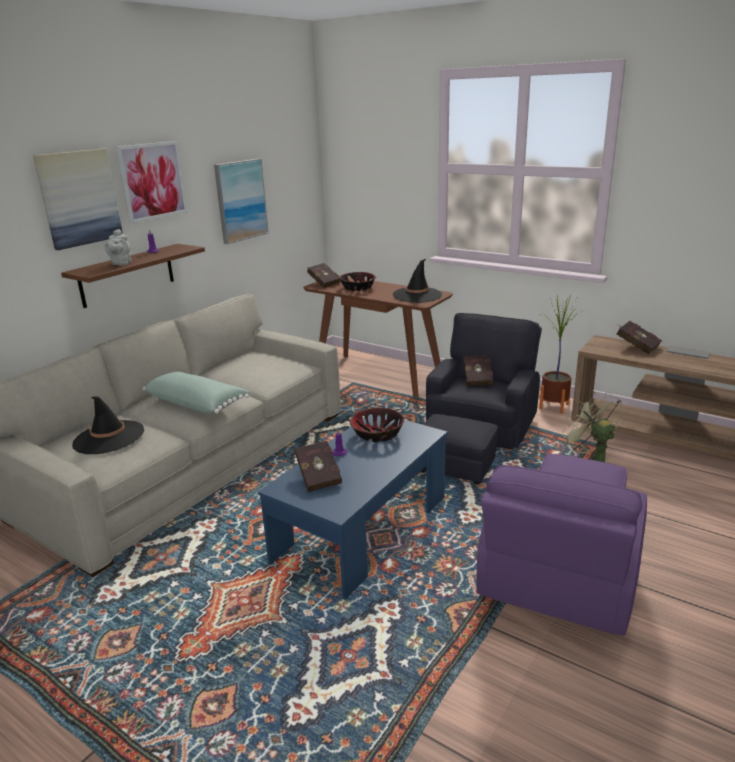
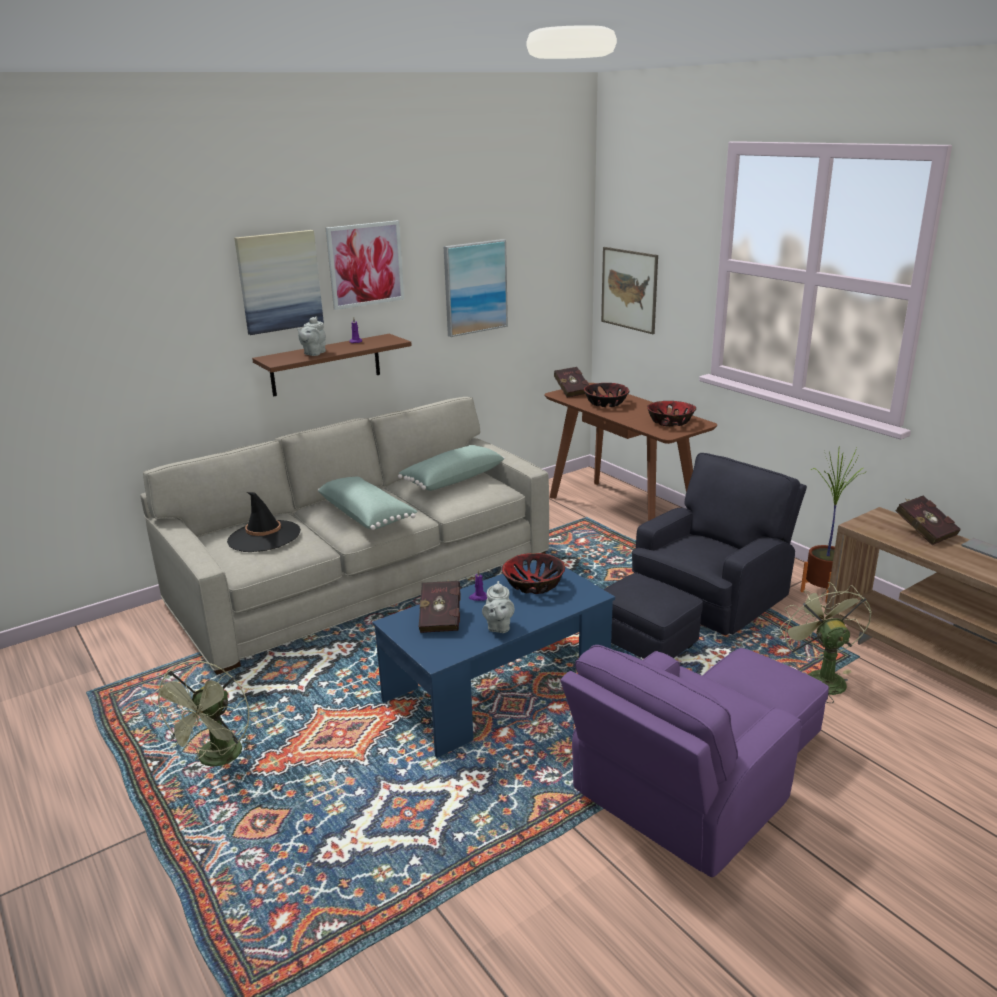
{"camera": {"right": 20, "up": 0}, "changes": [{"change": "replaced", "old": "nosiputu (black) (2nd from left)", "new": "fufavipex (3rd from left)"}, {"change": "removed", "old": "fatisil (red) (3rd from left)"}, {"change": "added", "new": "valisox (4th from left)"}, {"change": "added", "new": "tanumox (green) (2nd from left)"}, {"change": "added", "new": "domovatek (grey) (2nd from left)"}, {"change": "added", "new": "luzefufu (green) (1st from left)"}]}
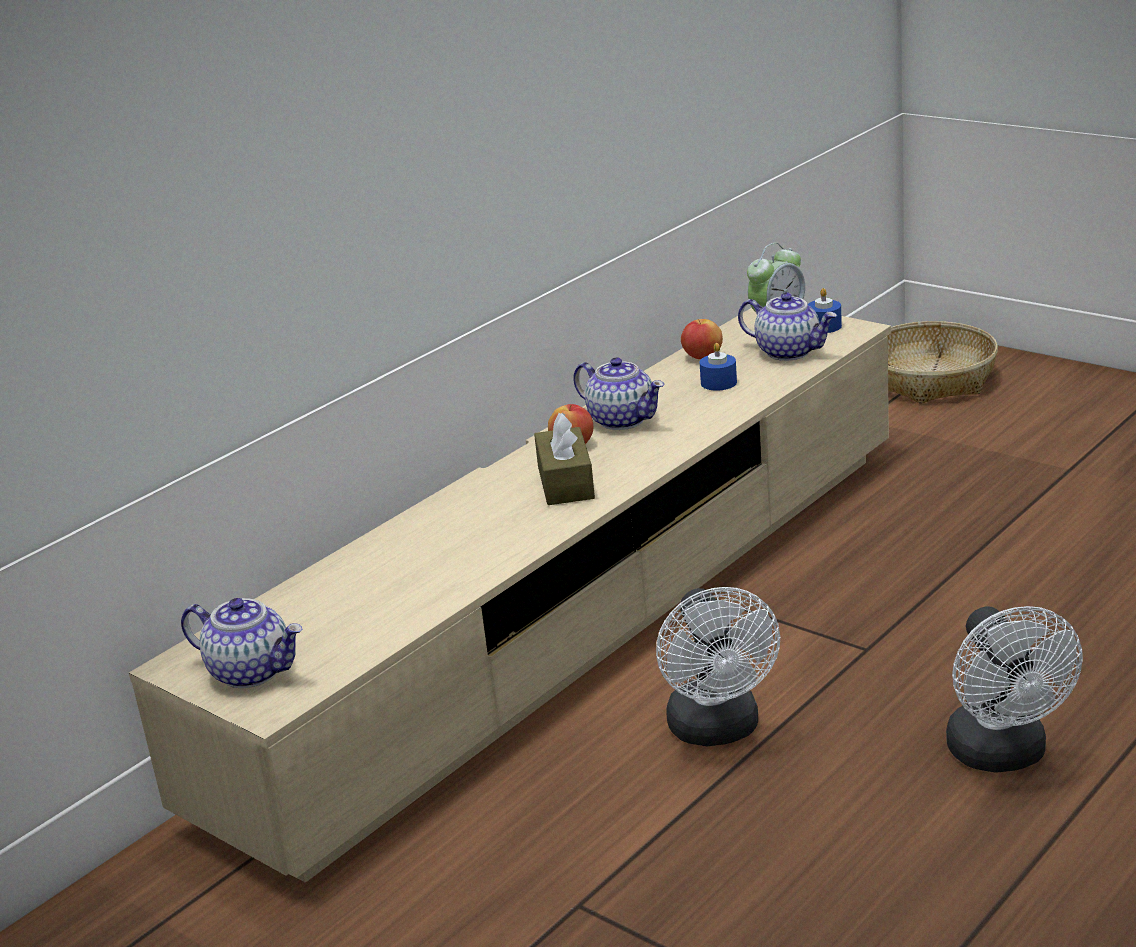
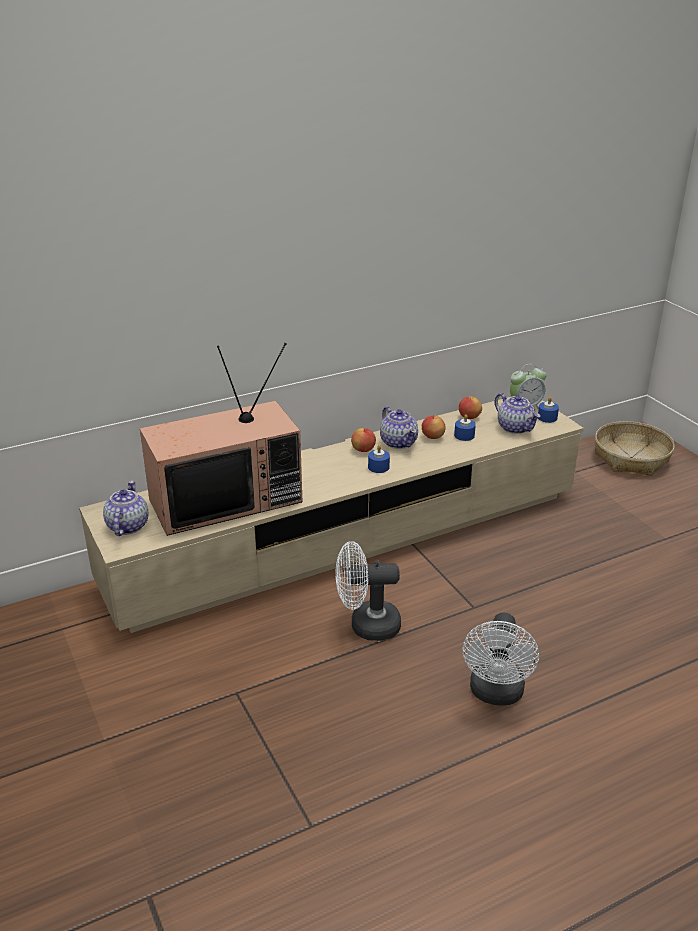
{"camera": {"right": 20, "up": 5}, "changes": [{"change": "removed", "old": "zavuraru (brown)"}, {"change": "turned", "old": "luzefufu (white) (1st from left)", "degrees": 75}, {"change": "turned", "old": "domovatek (1st from left)", "degrees": -135}, {"change": "added", "new": "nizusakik"}, {"change": "added", "new": "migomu (2nd from left)"}, {"change": "added", "new": "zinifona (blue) (1st from left)"}]}
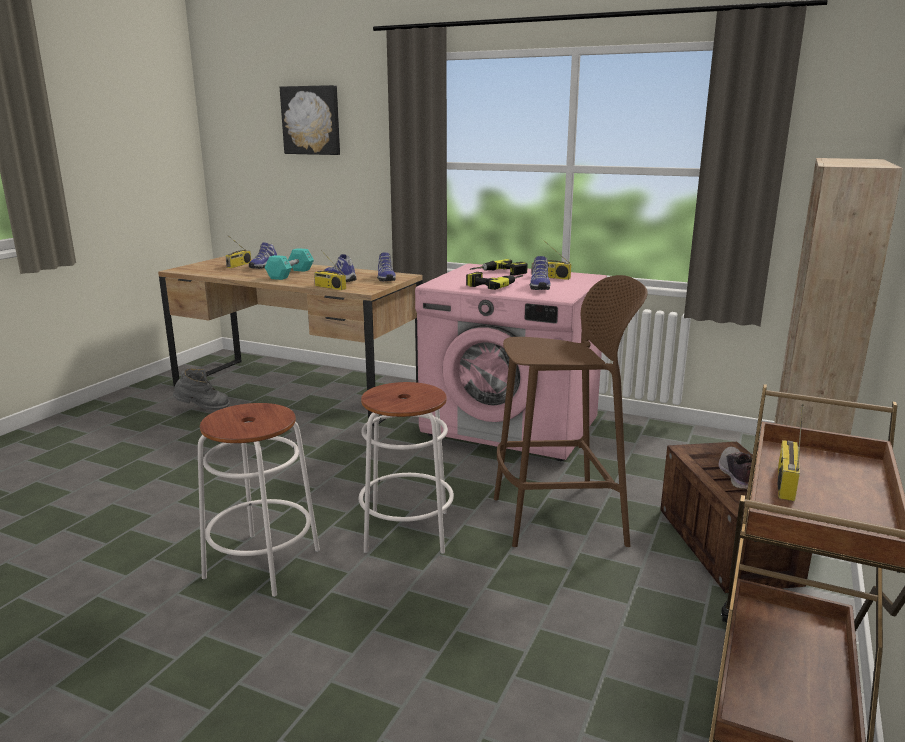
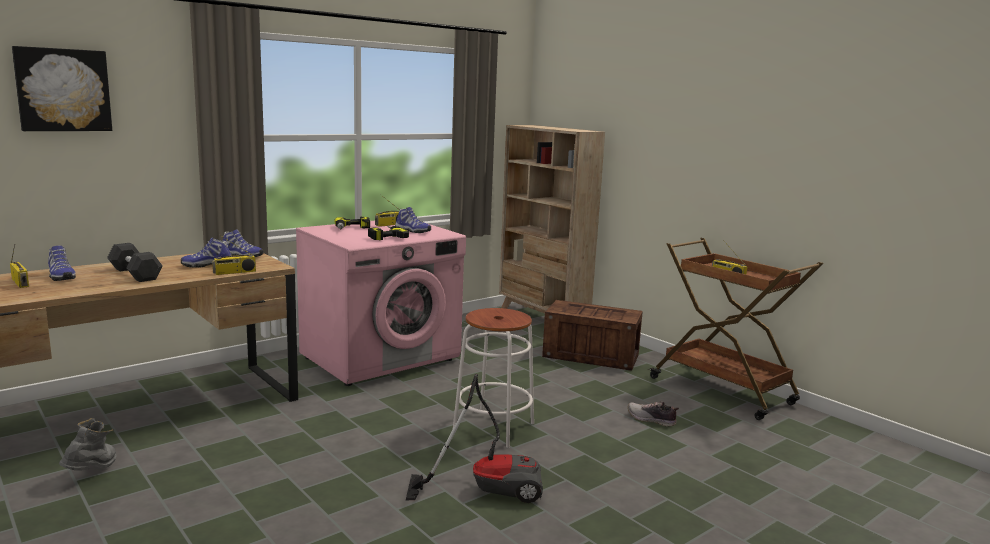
{"camera": {"right": -65, "up": -5}, "changes": [{"change": "recoloured", "old": "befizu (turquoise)", "new": "befizu (black)"}, {"change": "removed", "old": "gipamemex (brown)"}, {"change": "replaced", "old": "gipamemex (white) (1st from left)", "new": "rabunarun"}, {"change": "moved", "old": "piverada (5th from left)"}]}
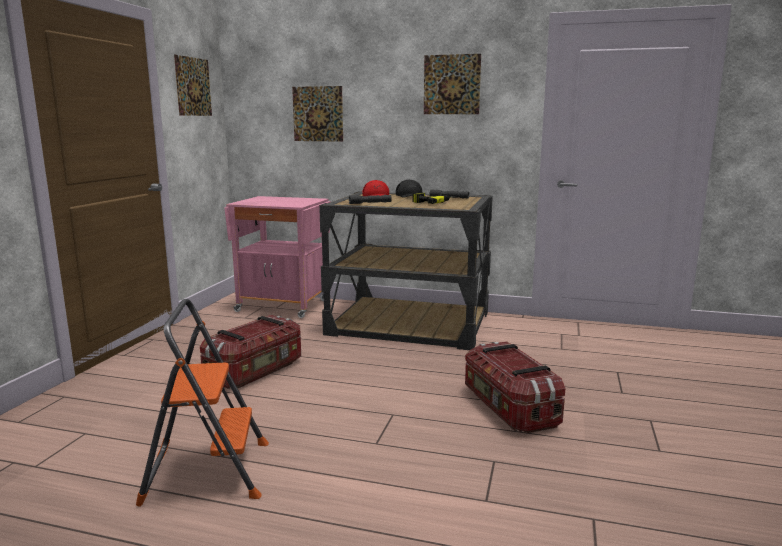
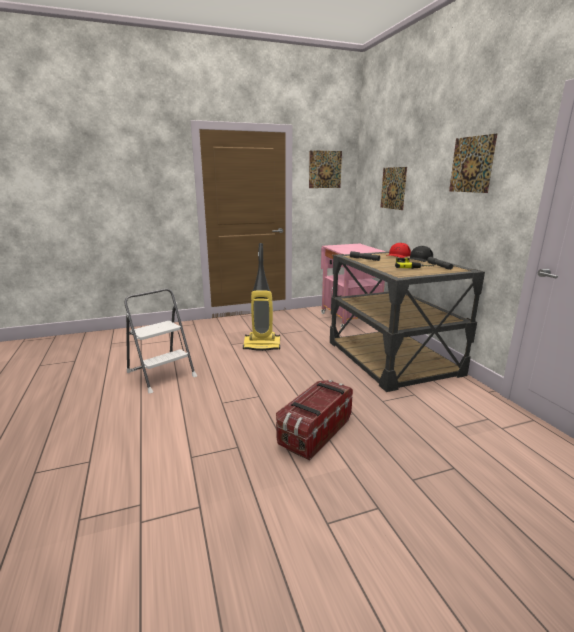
{"camera": {"right": 55, "up": 5}, "changes": [{"change": "recoloured", "old": "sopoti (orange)", "new": "sopoti (white)"}, {"change": "replaced", "old": "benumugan (1st from left)", "new": "rabunarun"}]}
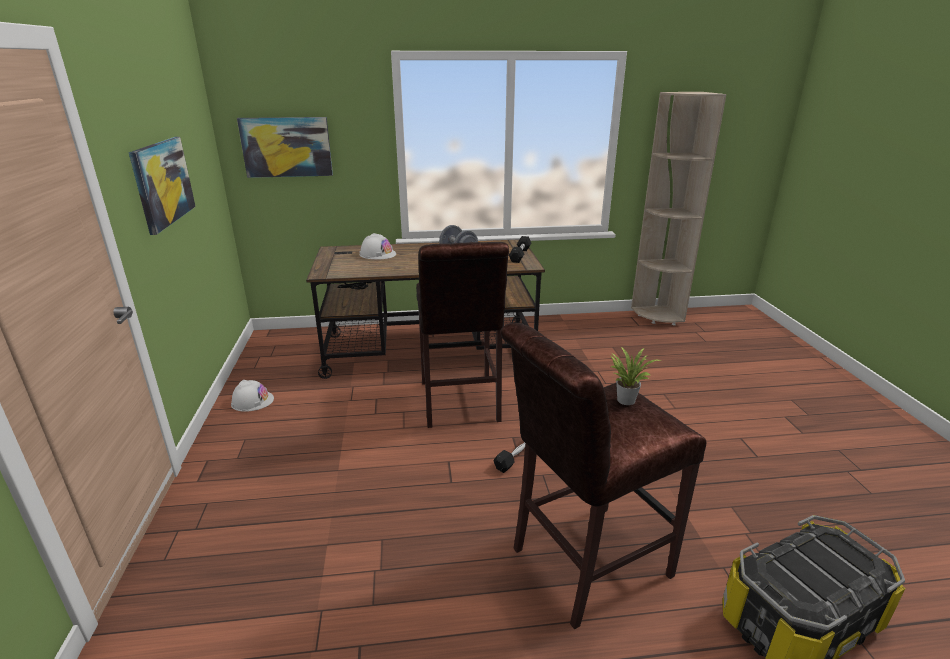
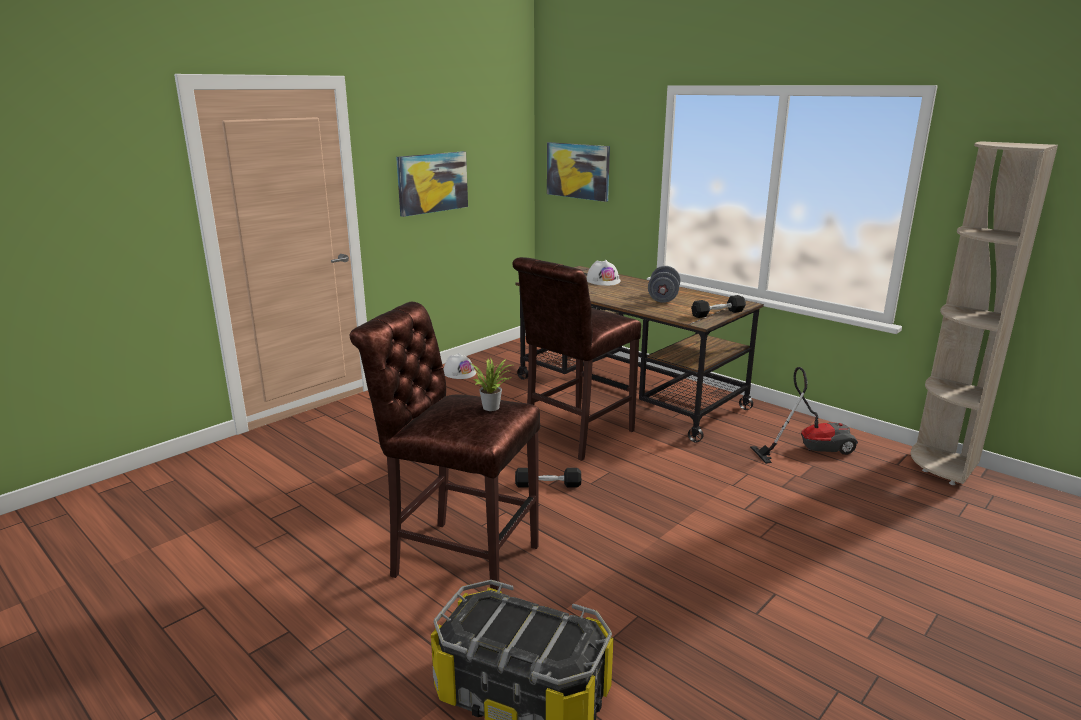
{"camera": {"right": 50, "up": -5}, "changes": [{"change": "added", "new": "rabunarun"}]}
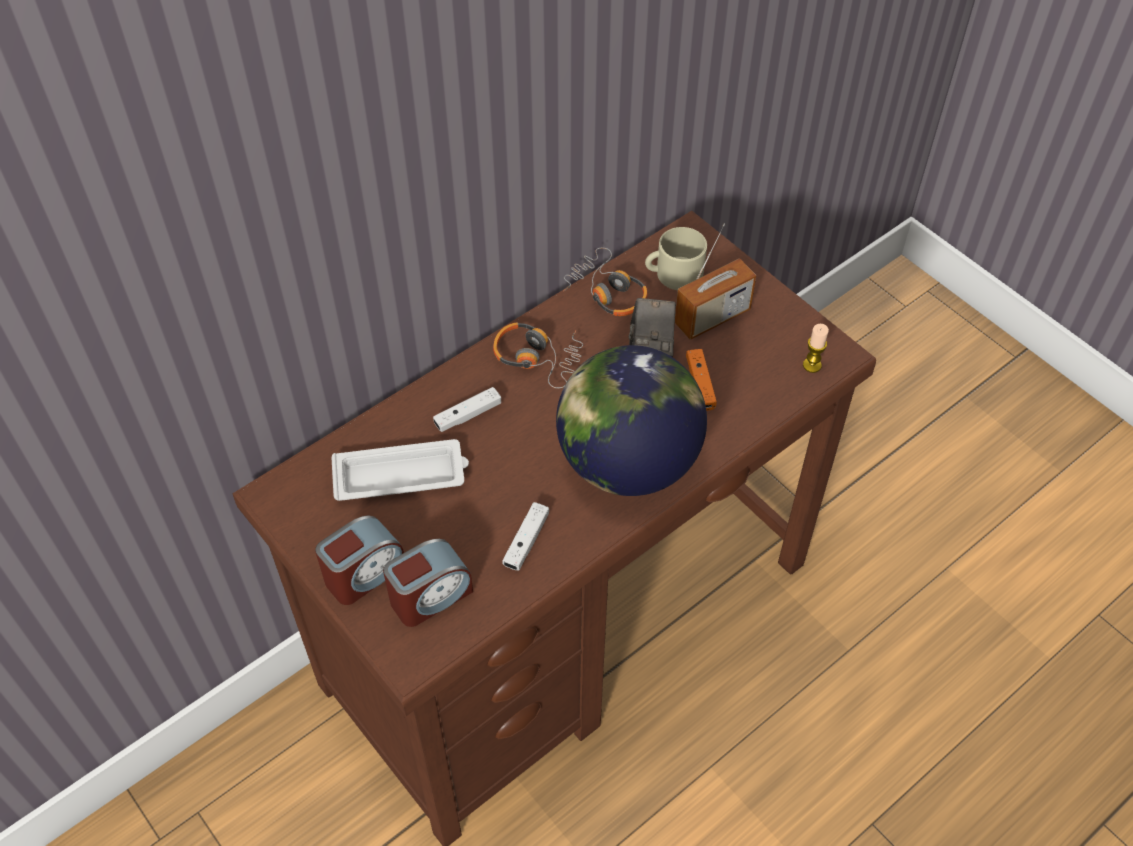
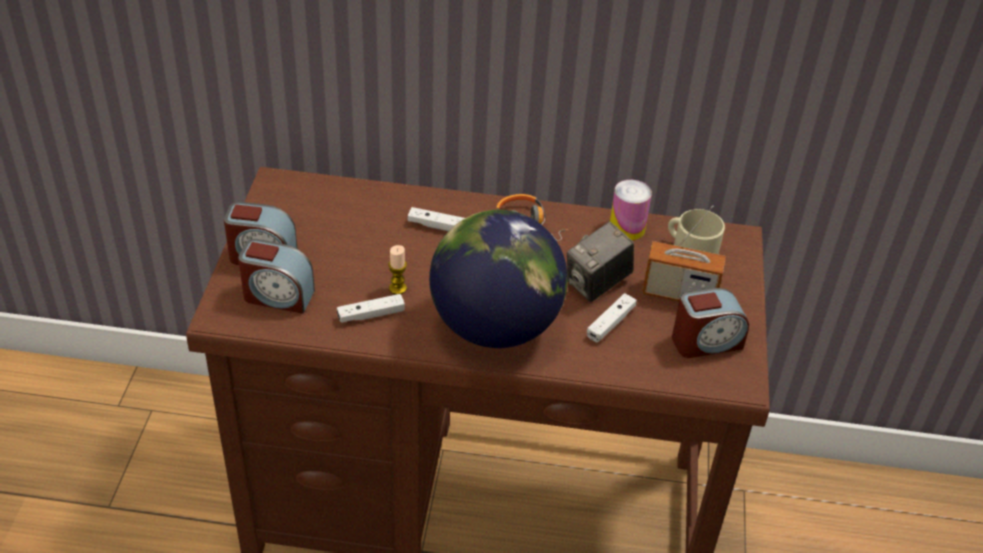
{"camera": {"right": 45, "up": -10}, "changes": [{"change": "replaced", "old": "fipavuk (2nd from left)", "new": "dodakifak"}, {"change": "moved", "old": "zinifona"}, {"change": "recoloured", "old": "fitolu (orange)", "new": "fitolu (white) (3rd from left)"}, {"change": "removed", "old": "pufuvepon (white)"}, {"change": "added", "new": "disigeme (3rd from left)"}]}
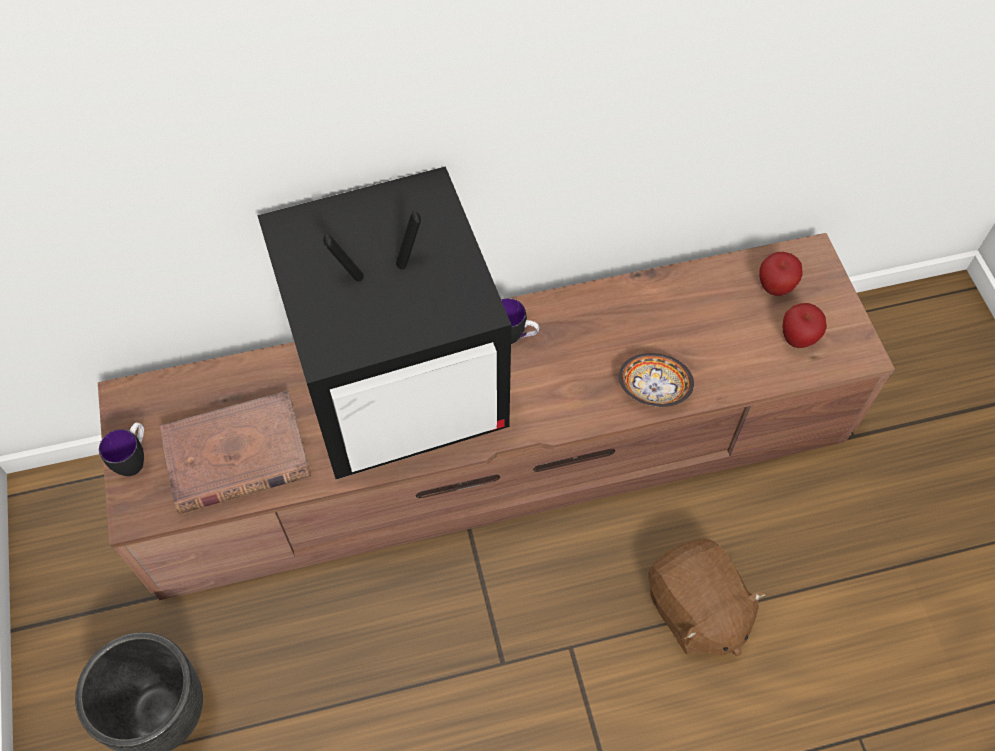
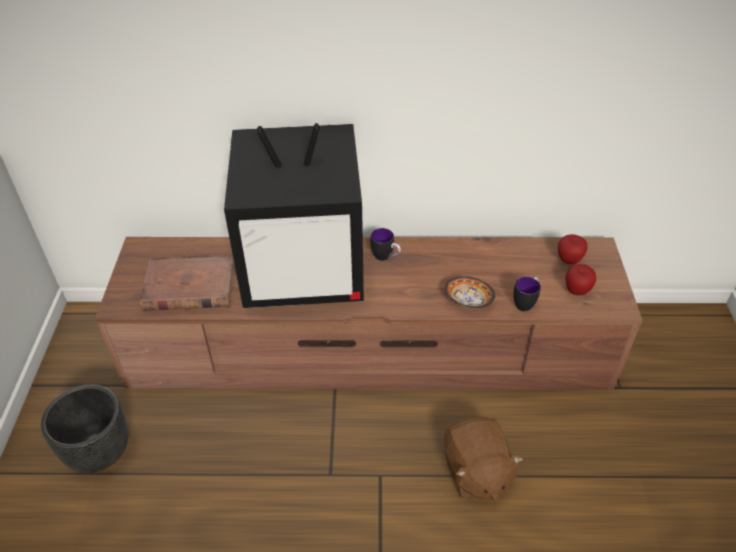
{"camera": {"right": 15, "up": -15}, "changes": [{"change": "moved", "old": "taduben (1st from left in the first image)", "new": "taduben (2nd from left)"}]}
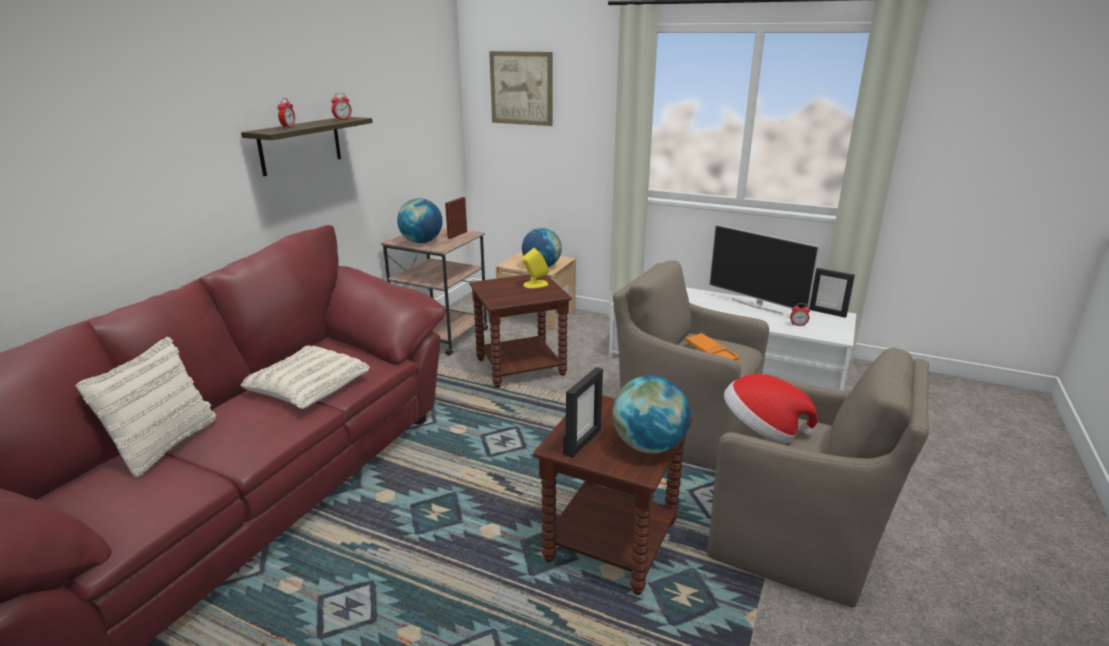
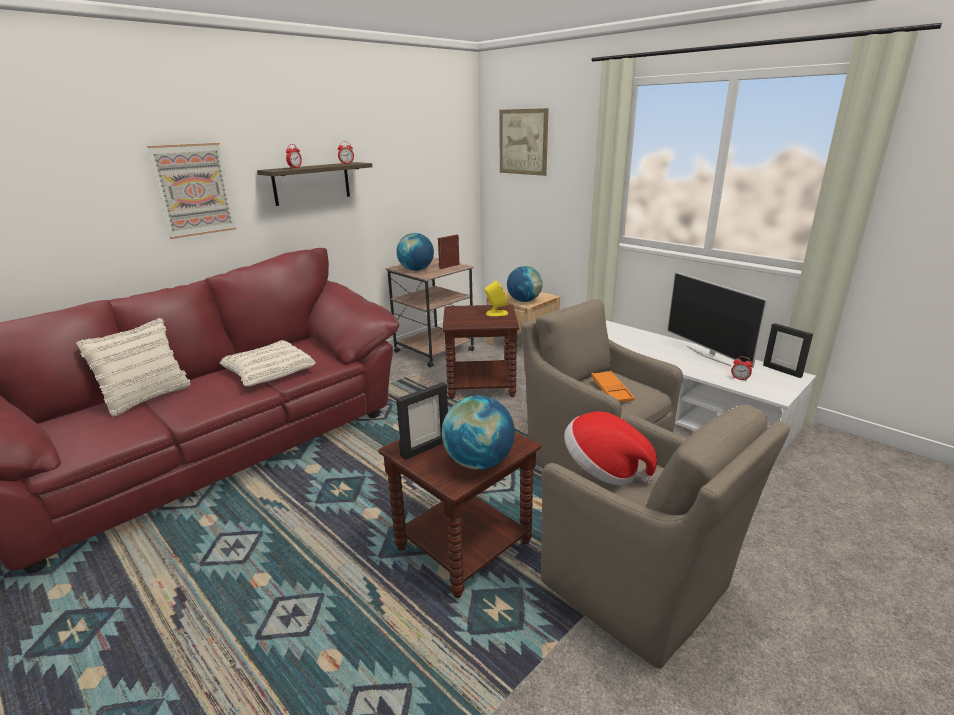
{"camera": {"right": 20, "up": 0}, "changes": [{"change": "added", "new": "valisox (1st from left)"}]}
